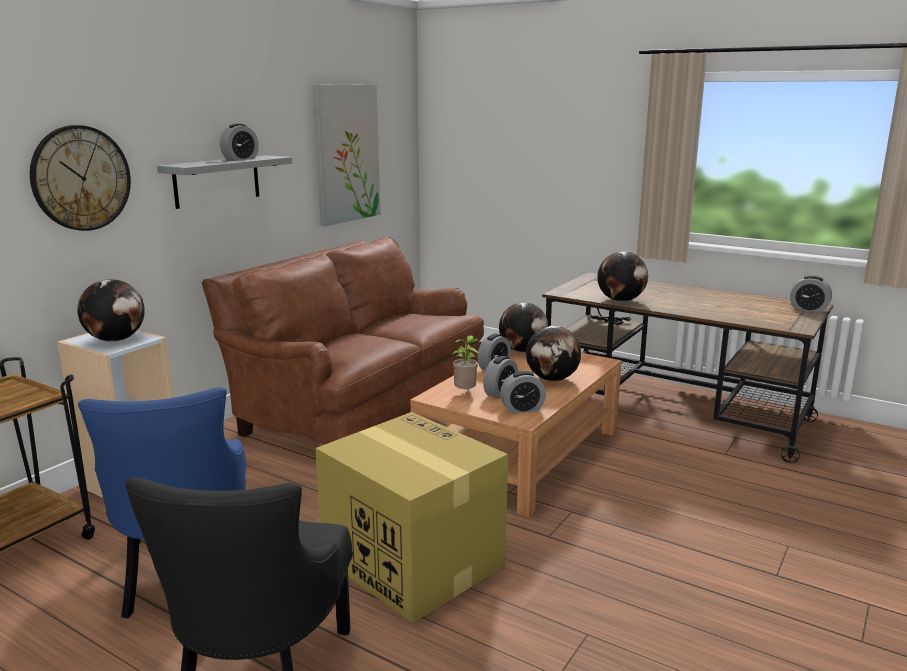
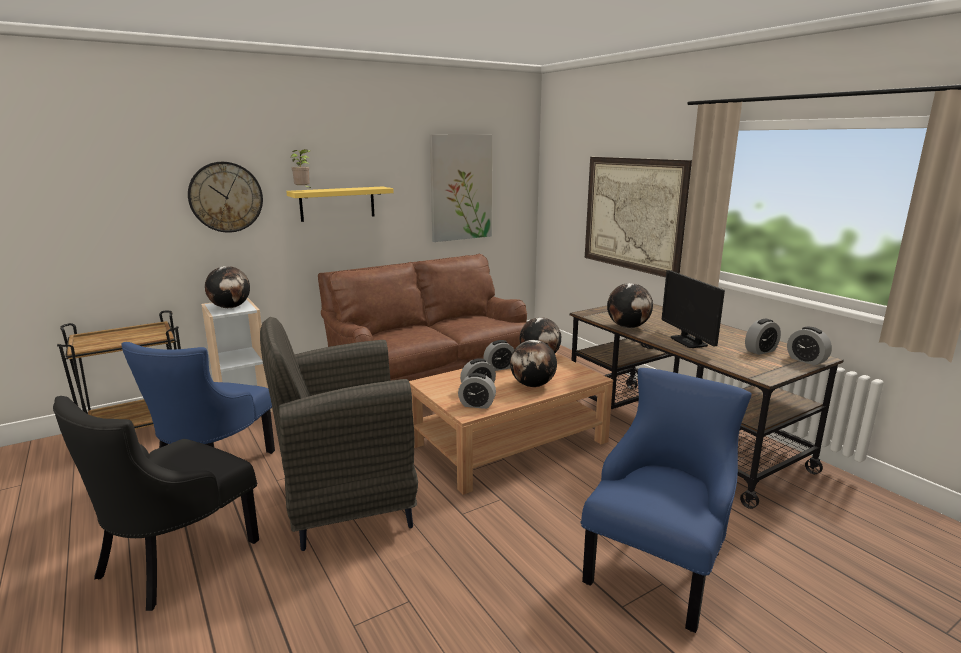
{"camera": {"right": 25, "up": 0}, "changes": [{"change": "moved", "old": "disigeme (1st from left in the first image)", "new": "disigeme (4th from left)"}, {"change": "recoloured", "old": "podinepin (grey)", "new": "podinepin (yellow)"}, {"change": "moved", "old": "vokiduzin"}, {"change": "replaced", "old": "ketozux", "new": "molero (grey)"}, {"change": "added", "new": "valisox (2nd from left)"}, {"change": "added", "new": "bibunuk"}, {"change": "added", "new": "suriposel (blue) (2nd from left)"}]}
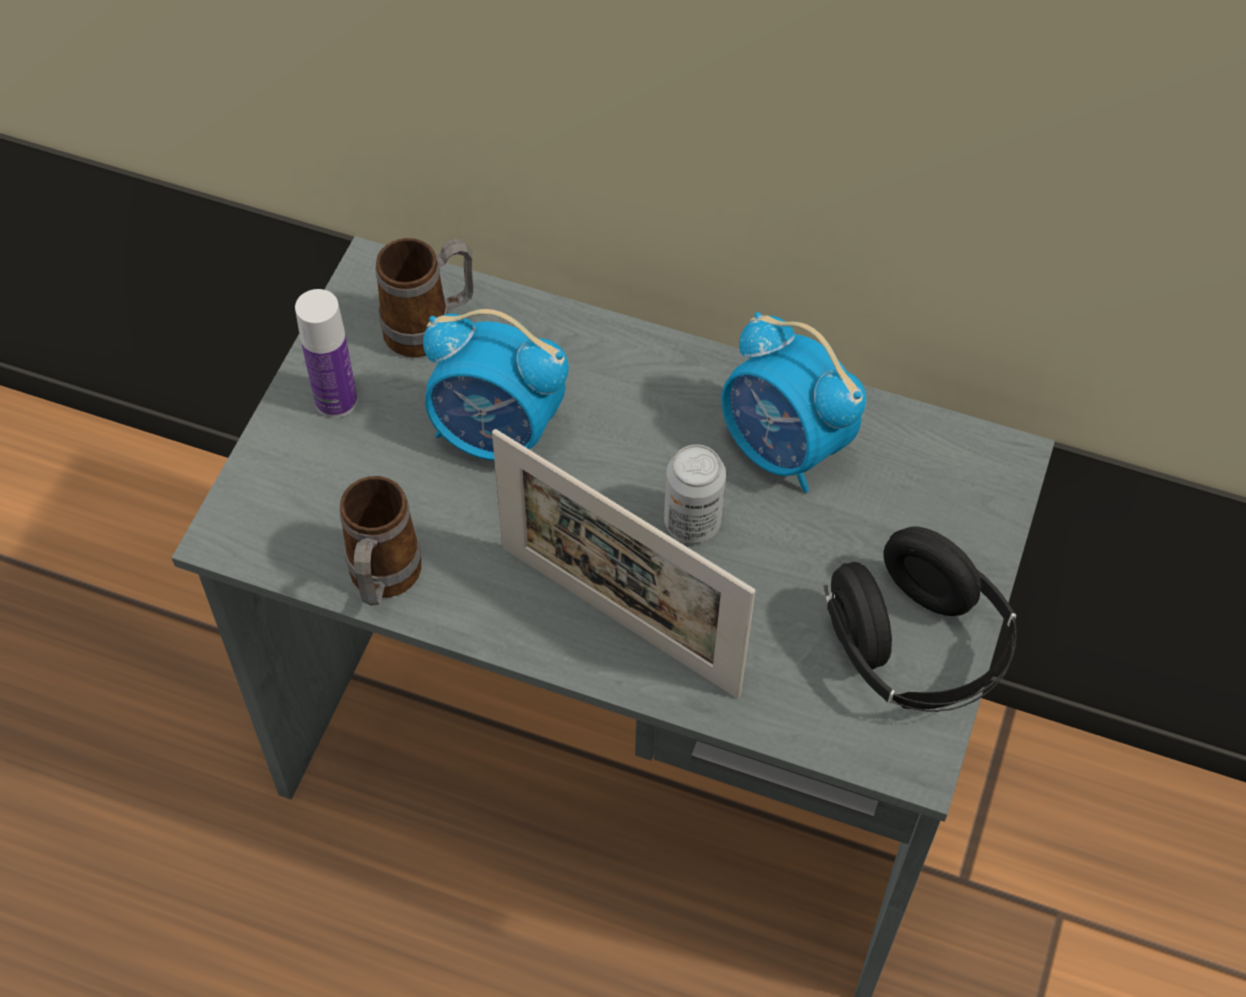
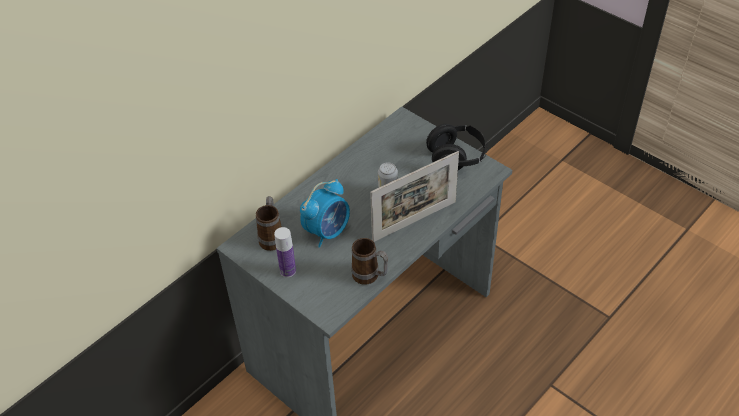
{"camera": {"right": -65, "up": -10}, "changes": [{"change": "removed", "old": "disigeme (2nd from left)"}]}
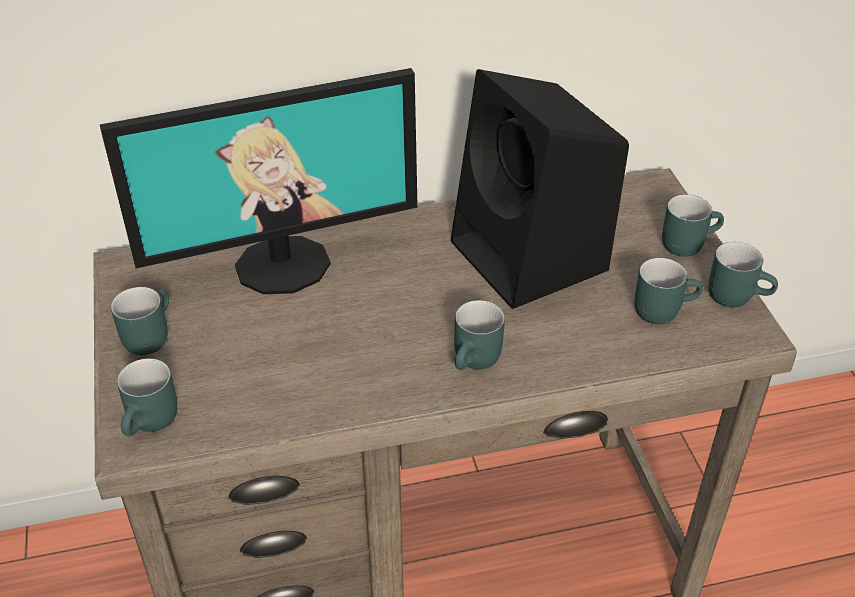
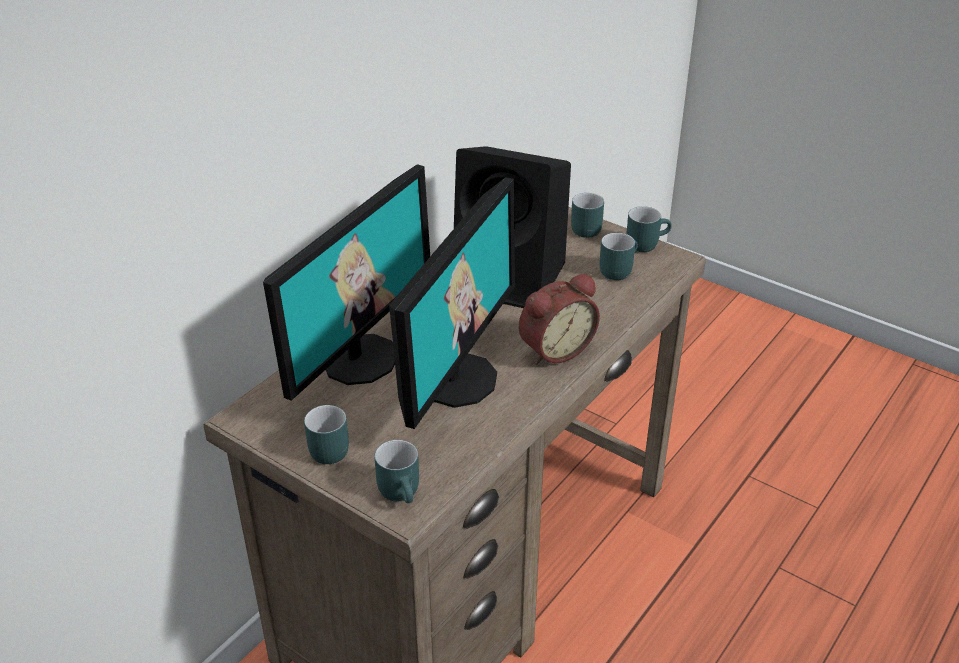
{"camera": {"right": -40, "up": -5}, "changes": [{"change": "replaced", "old": "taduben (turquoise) (3rd from left)", "new": "disigeme"}, {"change": "added", "new": "bibunuk (2nd from left)"}]}
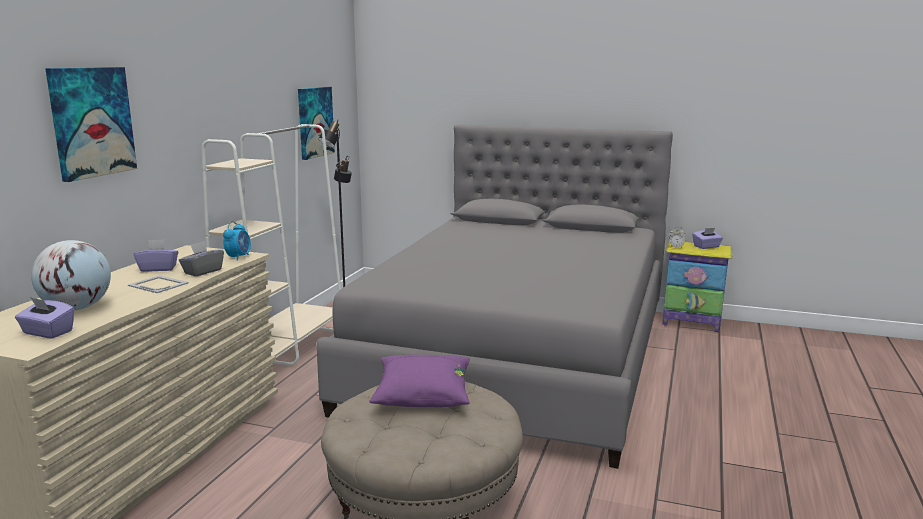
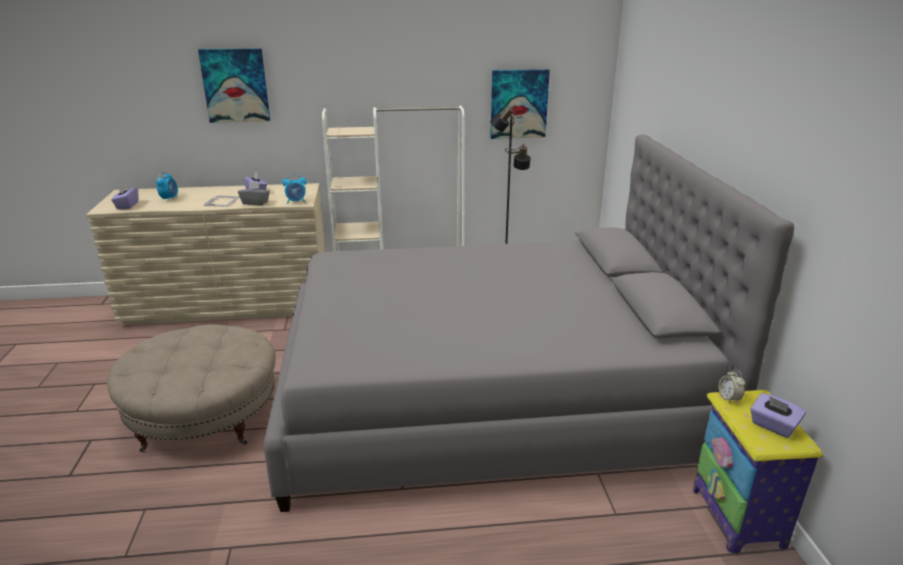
{"camera": {"right": 65, "up": 10}, "changes": [{"change": "replaced", "old": "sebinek", "new": "disigeme (1st from left)"}, {"change": "removed", "old": "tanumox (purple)"}]}
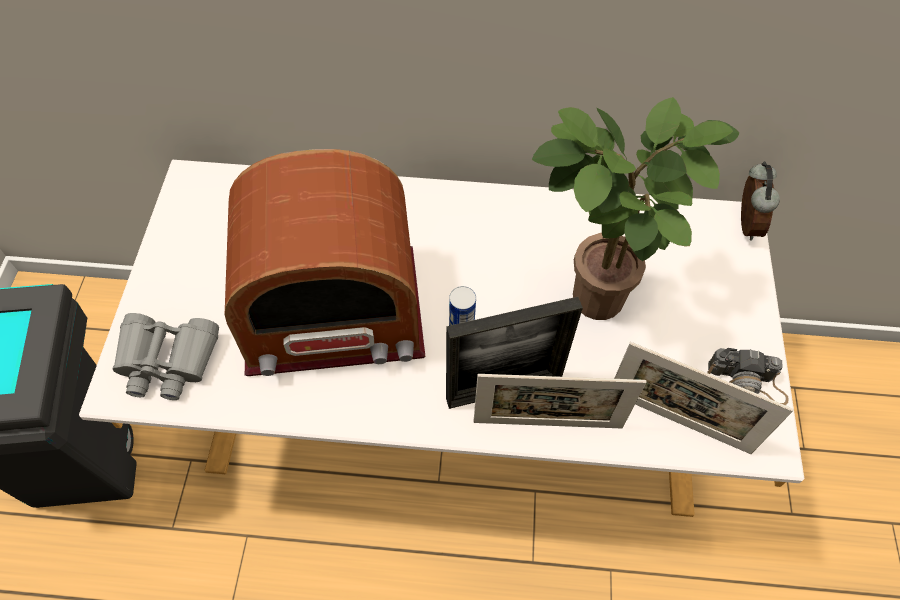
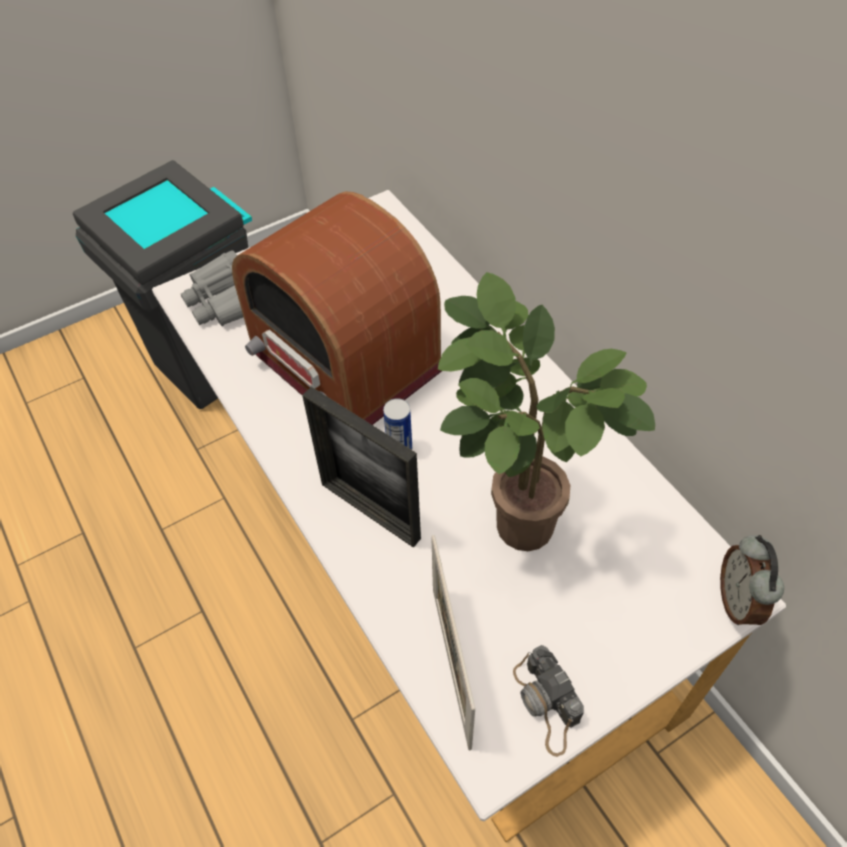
{"camera": {"right": 55, "up": -5}, "changes": [{"change": "turned", "old": "disigeme", "degrees": 120}, {"change": "removed", "old": "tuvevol (2nd from left)"}]}
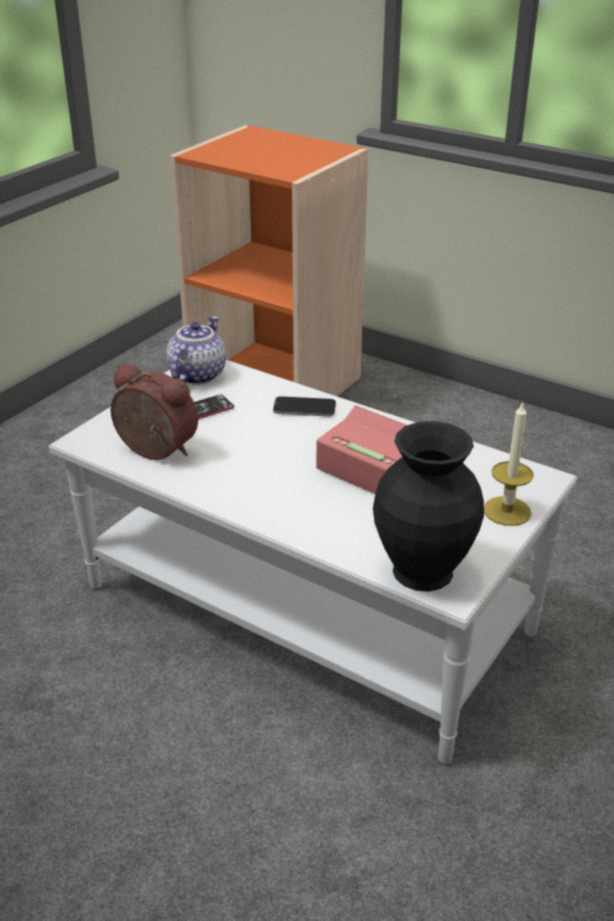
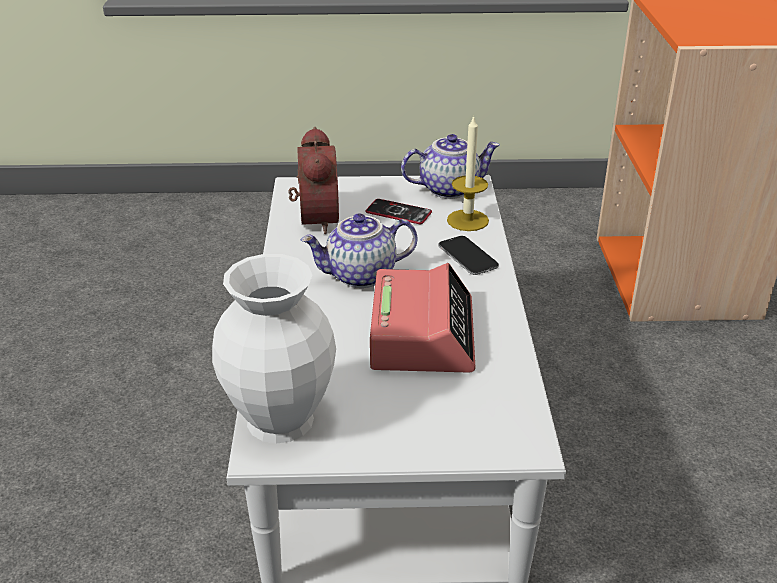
{"camera": {"right": 55, "up": 0}, "changes": [{"change": "moved", "old": "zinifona"}, {"change": "recoloured", "old": "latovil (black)", "new": "latovil (white)"}, {"change": "added", "new": "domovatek (1st from left)"}]}
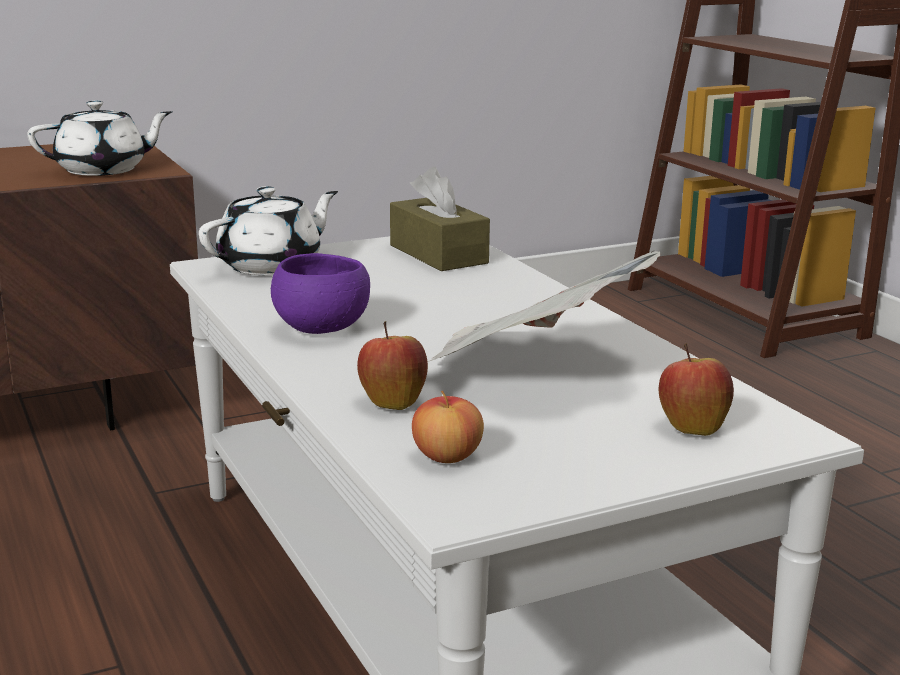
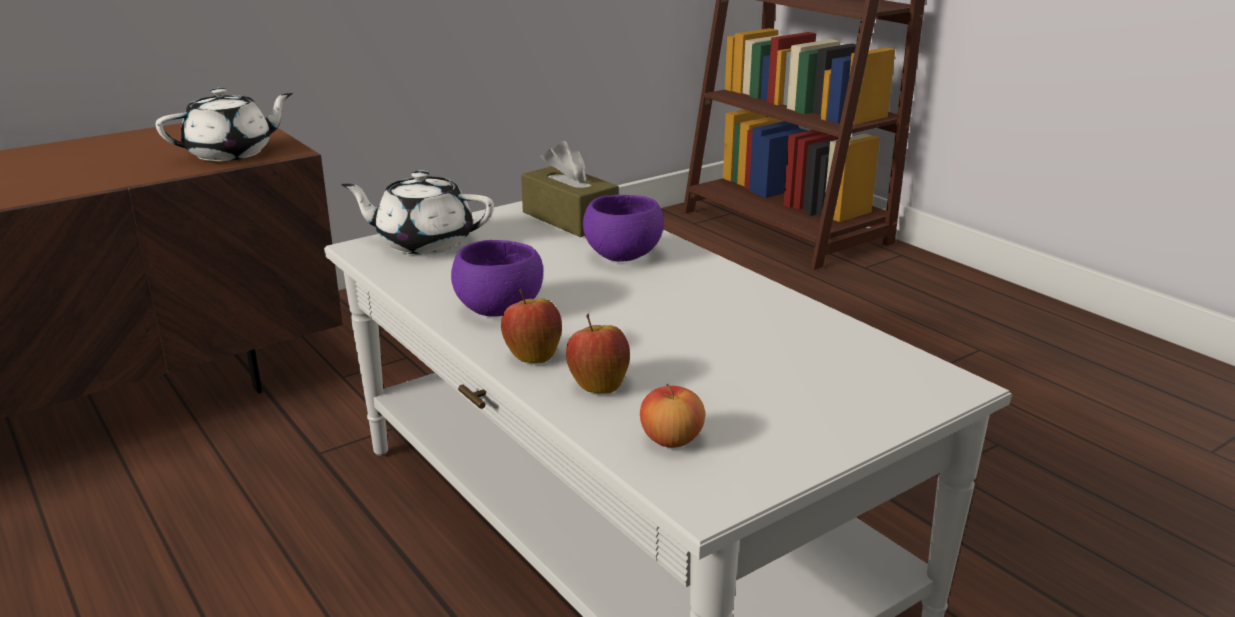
{"camera": {"right": -10, "up": 5}, "changes": [{"change": "turned", "old": "domovatek (white) (2nd from left)", "degrees": -120}, {"change": "removed", "old": "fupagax"}, {"change": "moved", "old": "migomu (3rd from left in the first image)", "new": "migomu (1st from left)"}, {"change": "added", "new": "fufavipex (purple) (2nd from left)"}]}
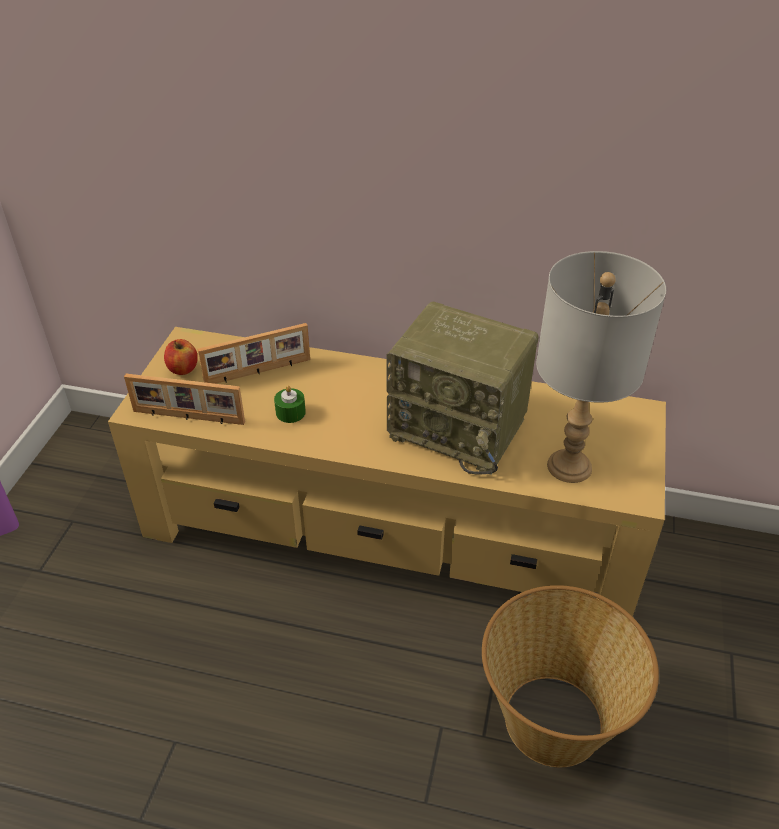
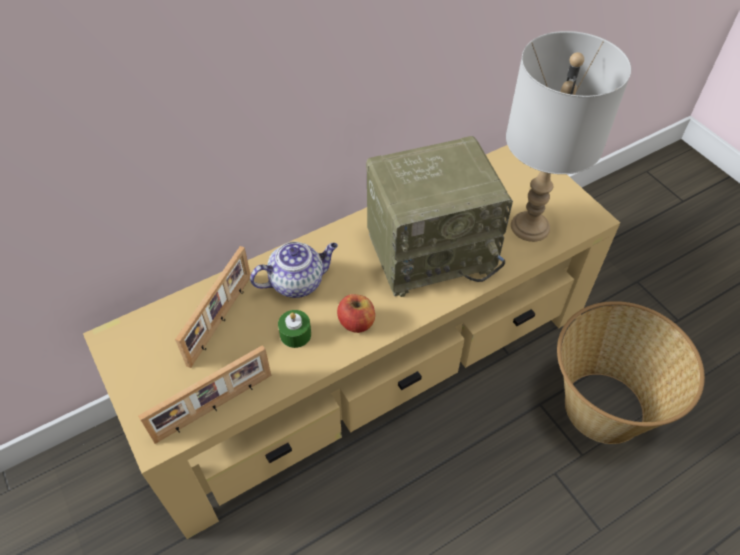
{"camera": {"right": -45, "up": 10}, "changes": [{"change": "moved", "old": "migomu"}, {"change": "added", "new": "domovatek"}]}
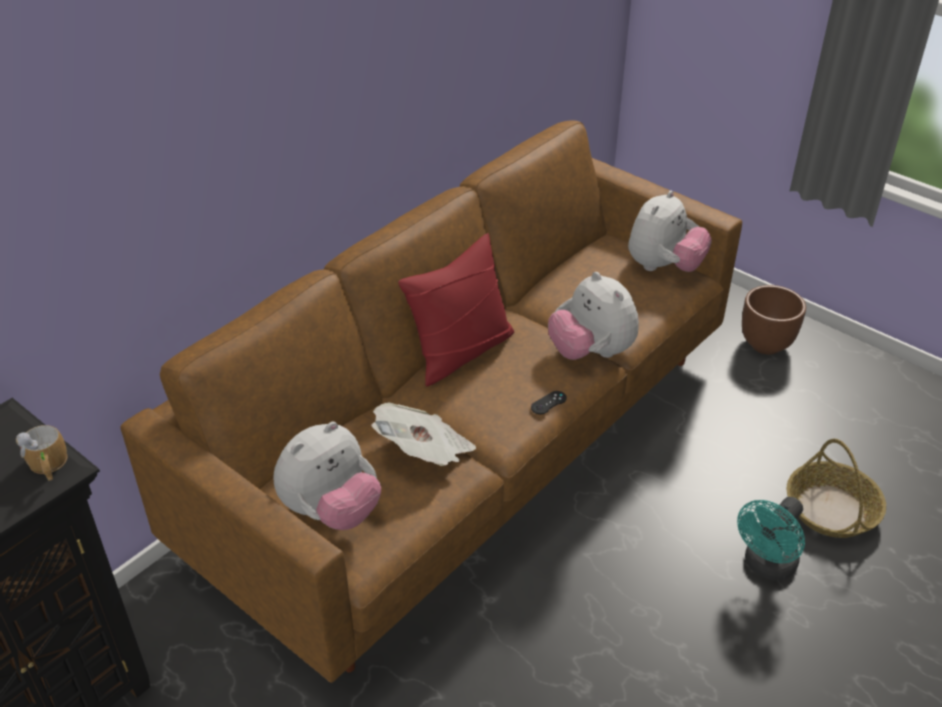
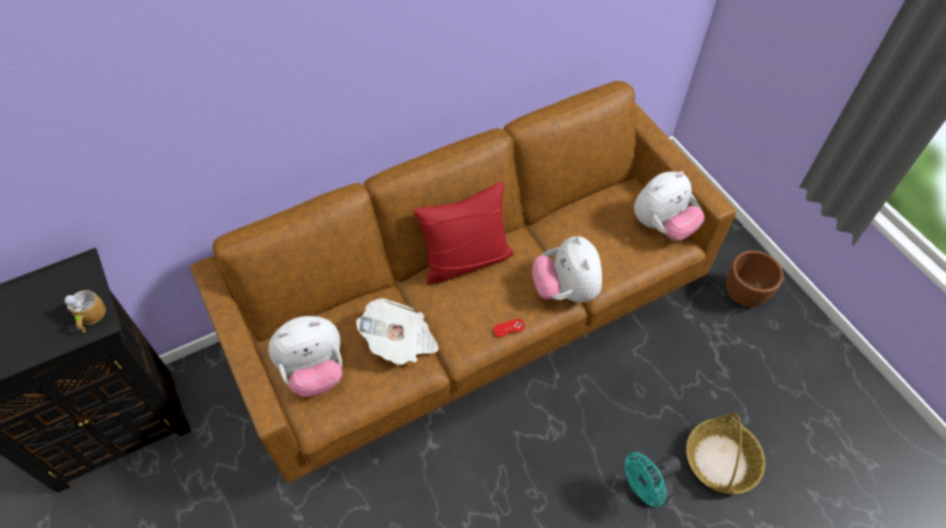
{"camera": {"right": 20, "up": 15}, "changes": [{"change": "recoloured", "old": "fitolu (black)", "new": "fitolu (red)"}]}
